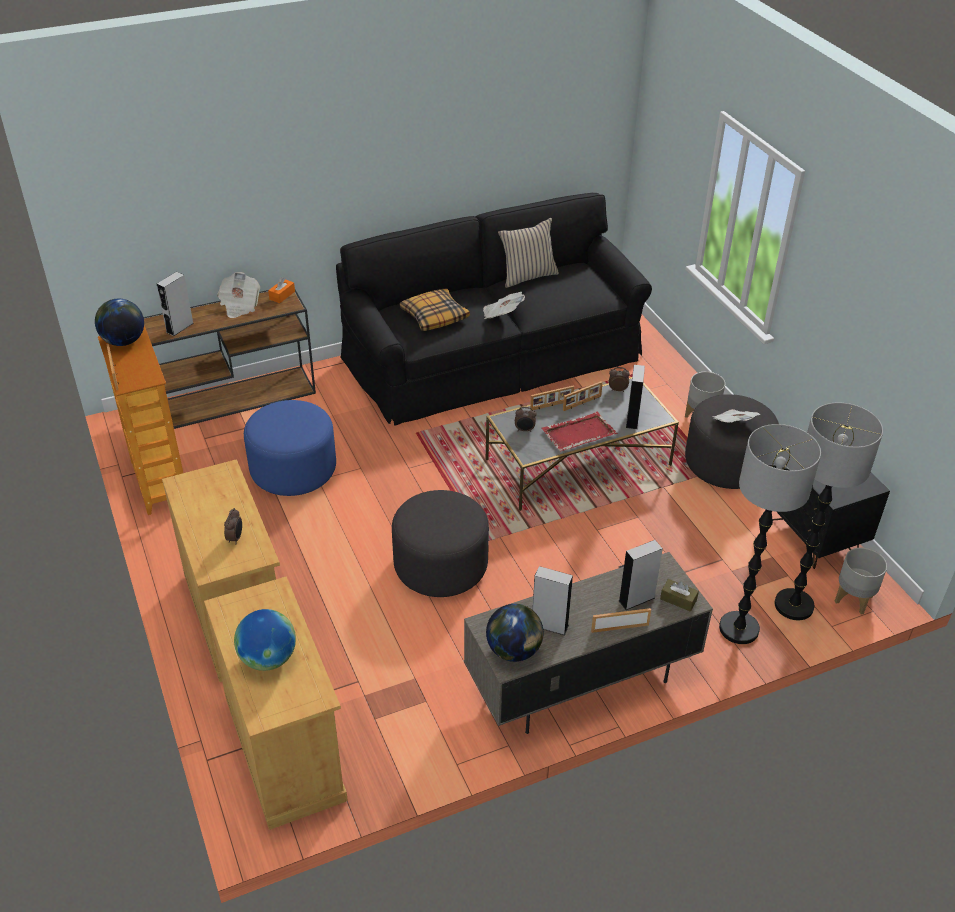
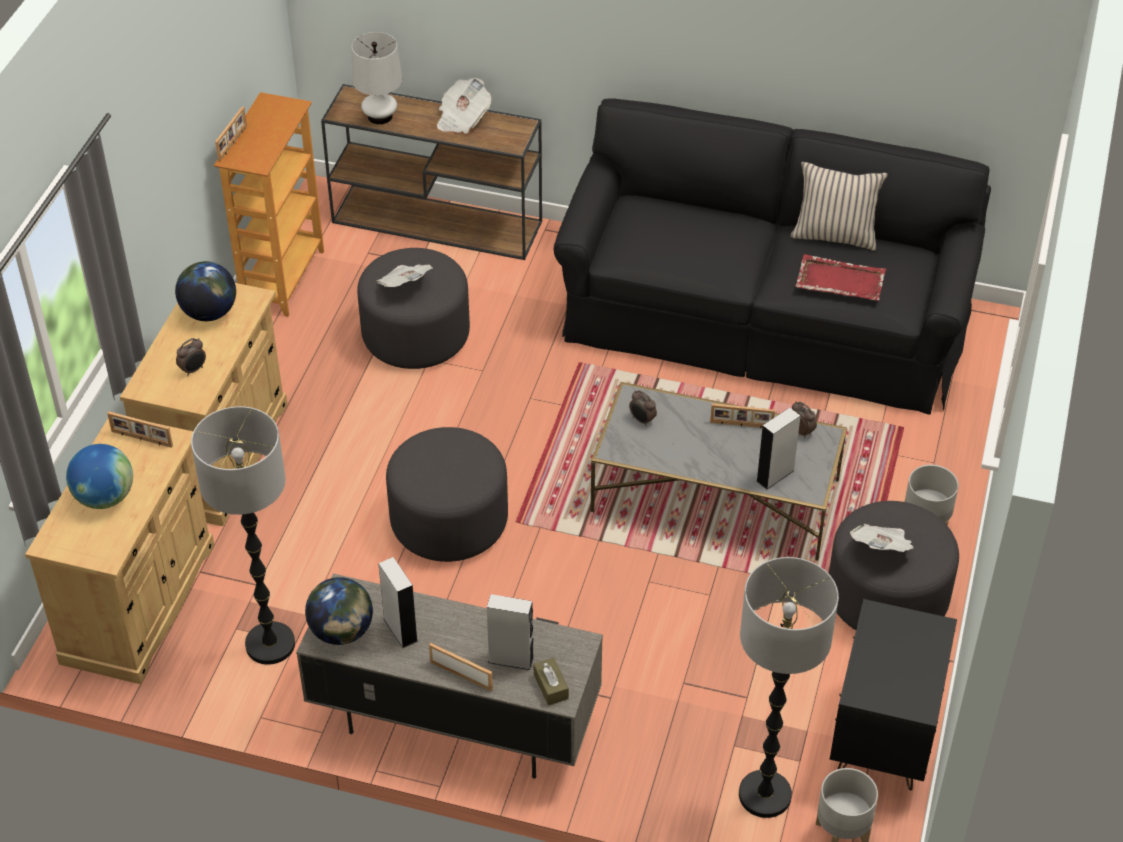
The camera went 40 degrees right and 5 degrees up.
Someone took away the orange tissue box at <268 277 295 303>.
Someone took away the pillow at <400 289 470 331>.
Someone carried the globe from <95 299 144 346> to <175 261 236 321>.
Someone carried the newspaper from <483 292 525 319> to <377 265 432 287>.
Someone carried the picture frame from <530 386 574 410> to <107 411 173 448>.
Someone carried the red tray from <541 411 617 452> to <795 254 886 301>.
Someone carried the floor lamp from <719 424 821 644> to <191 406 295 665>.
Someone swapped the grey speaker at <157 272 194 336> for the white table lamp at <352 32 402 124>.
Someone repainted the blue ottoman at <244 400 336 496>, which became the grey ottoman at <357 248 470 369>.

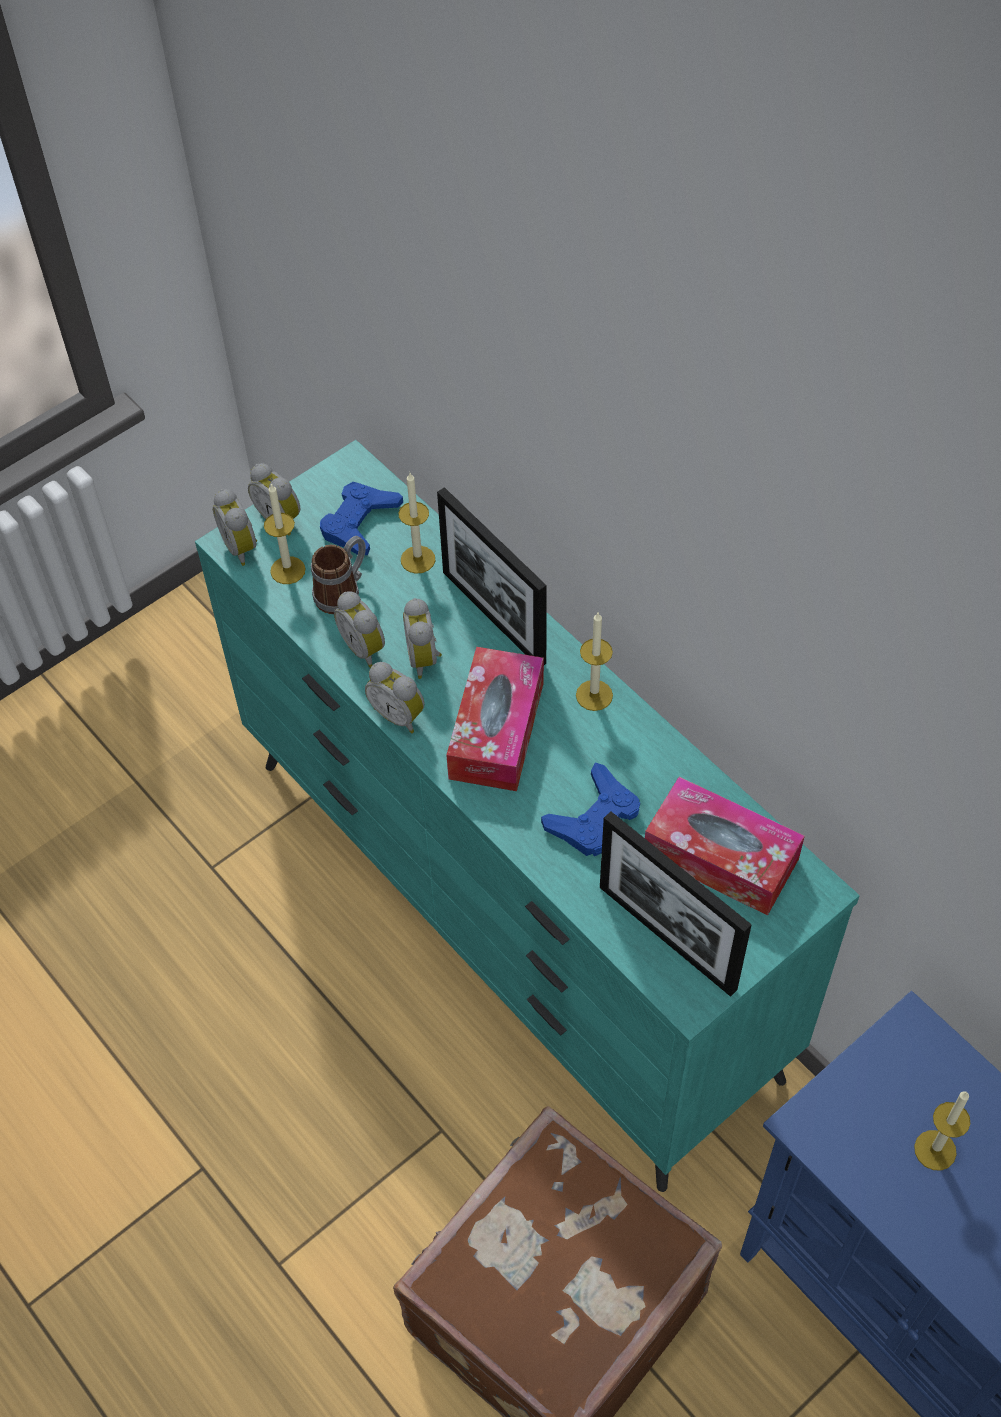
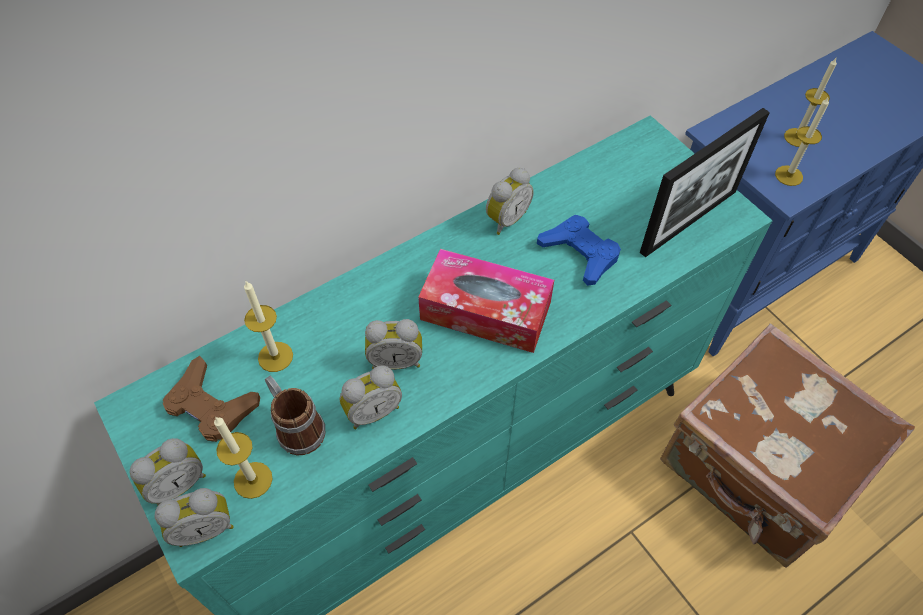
The camera went 85 degrees left and 0 degrees up.
Someone took away the picture frame at <437 487 547 665>.
Someone took away the tissue box at <645 777 805 916>.
Someone carried the alarm clock from <365 662 425 733> to <486 168 534 235>.
Someone carried the candle from <576 613 613 711> to <775 96 829 186>.
Someone repainted the blue game controller at <320 482 403 555>, which became the brown game controller at <163 356 260 442>.

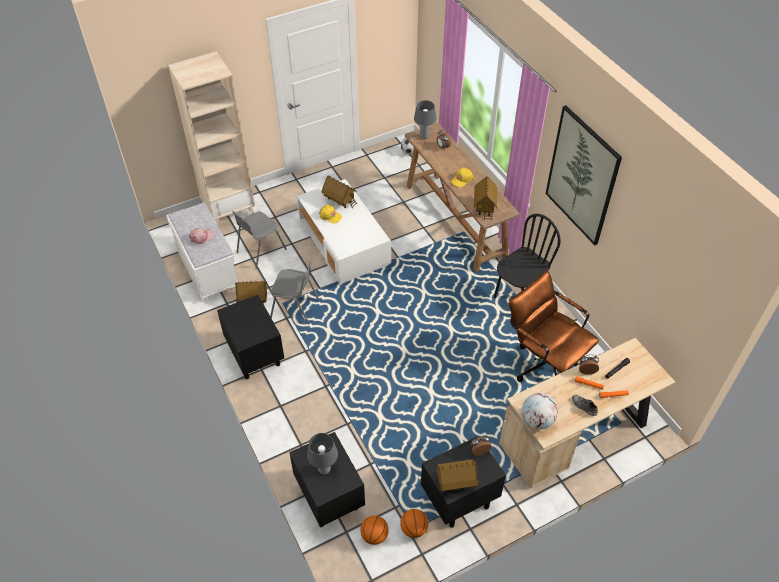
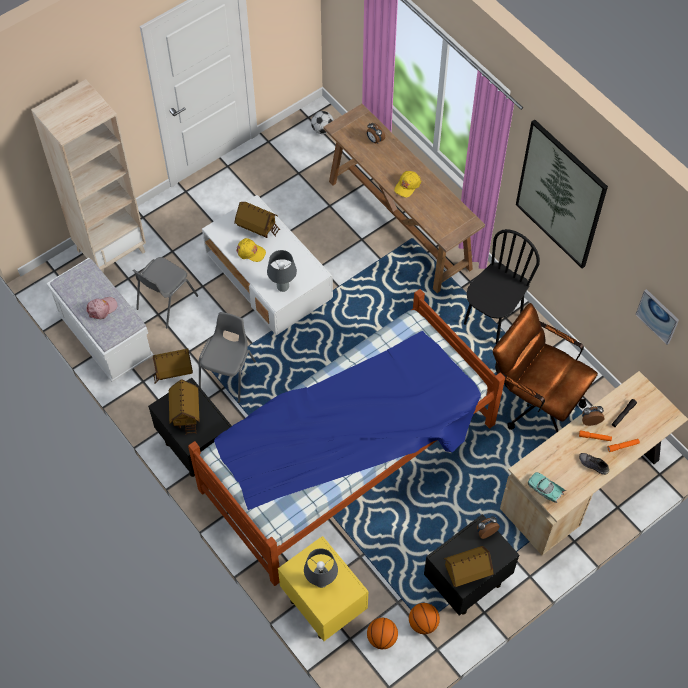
The camera went 10 degrees left and 10 degrees up.
Someone put down the bed at <188 289 505 586>.
Someone put up the picture at <635 289 679 345>.
Someone carried the grey table lamp from <414 100 436 139> to <267 250 297 292>.
Someone carried the toy house from <474 176 497 220> to <169 379 200 435>.
Someone swapped the globe at <522 393 558 429> for the turquoise toy car at <528 472 566 503>.
Someone repainted the black nightstand at <289 432 365 527>, which became the yellow nightstand at <278 536 368 641>.
Someone rotated the grey chair at <270 261 319 324> by 75 degrees counterclockwise.

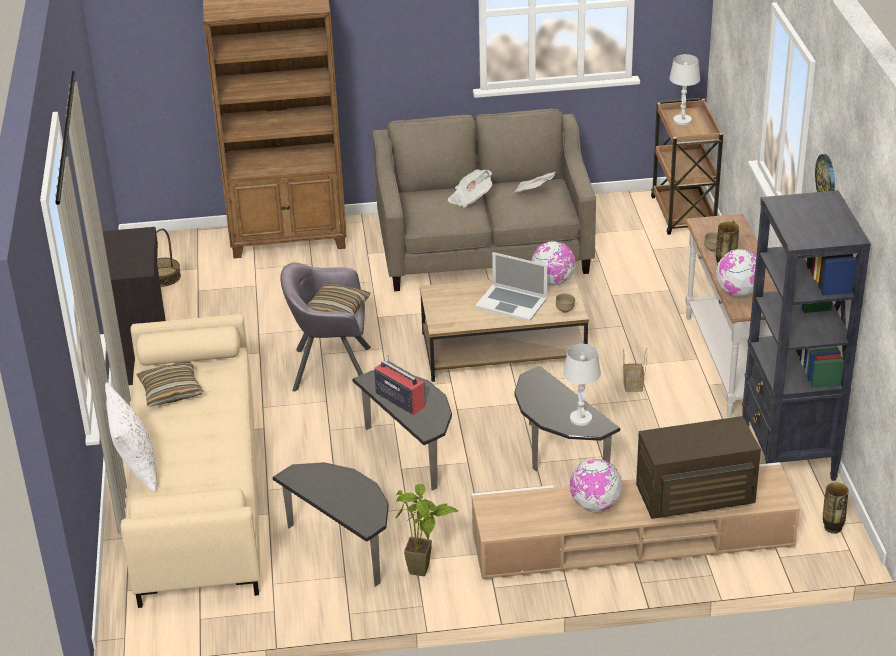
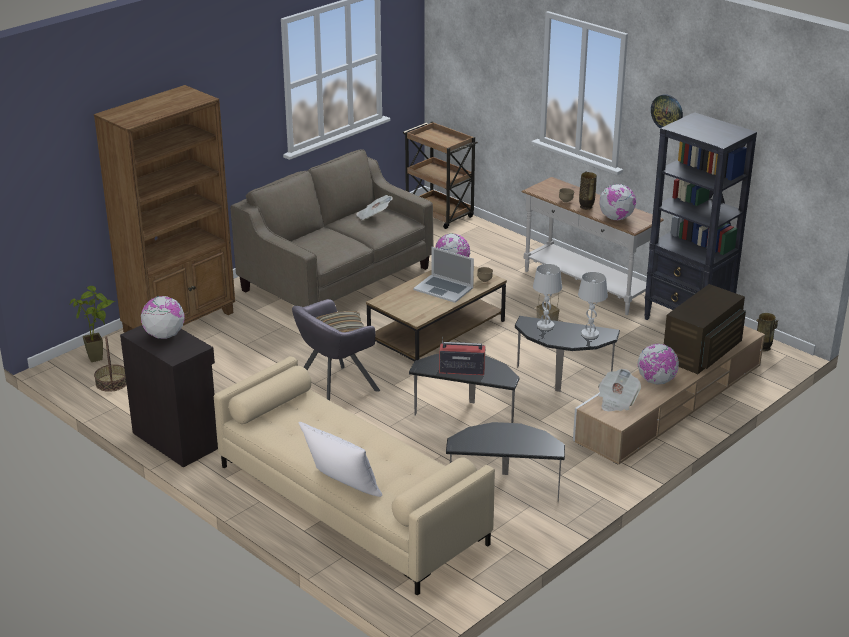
The camera went 40 degrees left and 5 degrees down.
Someone took away the pillow at <137 361 203 407>.
Someone put down the globe at <141 296 185 339>.
Someone carried the potted plant from <396 484 459 576> to <70 286 115 362>.
Someone carried the newspaper from <448 169 492 208> to <598 369 641 411>.
Someone carried the white table lamp from <670 54 700 125> to <533 264 562 330>.
Someone rotated the laptop at <475 252 547 321> by 45 degrees clockwise.

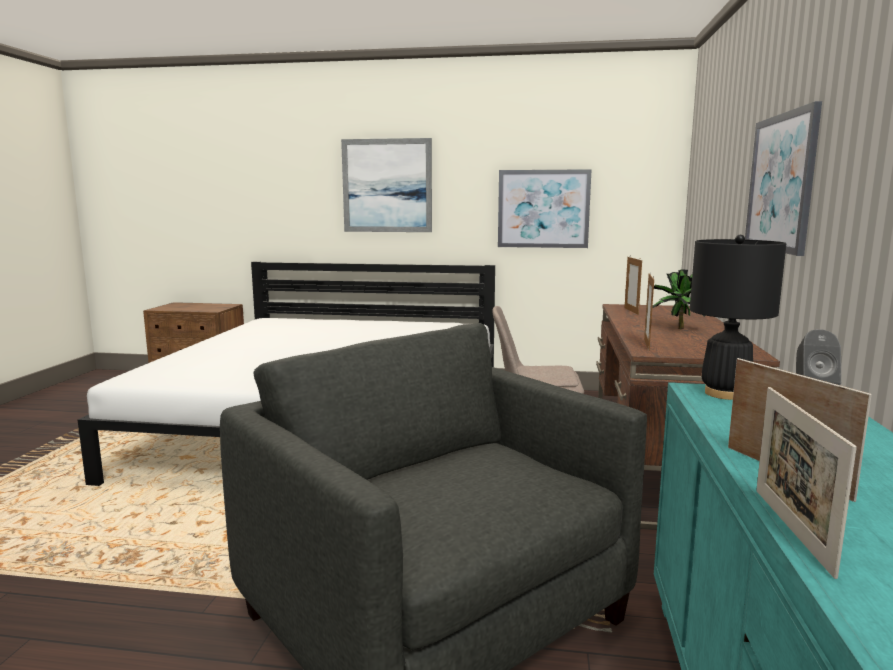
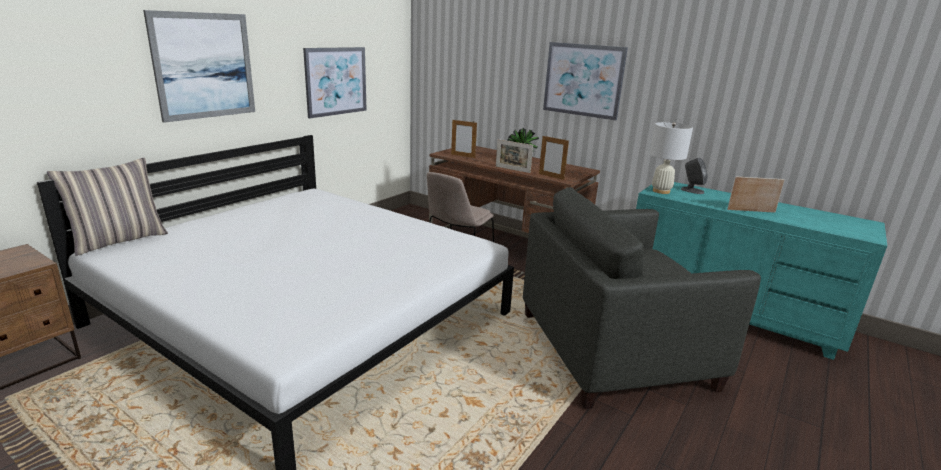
The camera went 65 degrees left and 10 degrees up.
Someone put down the pillow at <47 158 168 256>.
Someone carried the picture frame from <756 387 857 579> to <496 139 533 173>.
Someone repainted the black table lamp at <690 235 786 400>, which became the white table lamp at <650 122 693 194>.

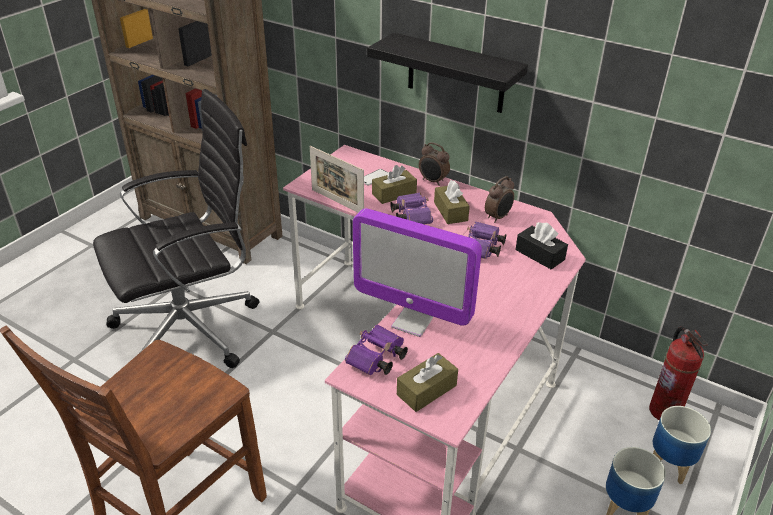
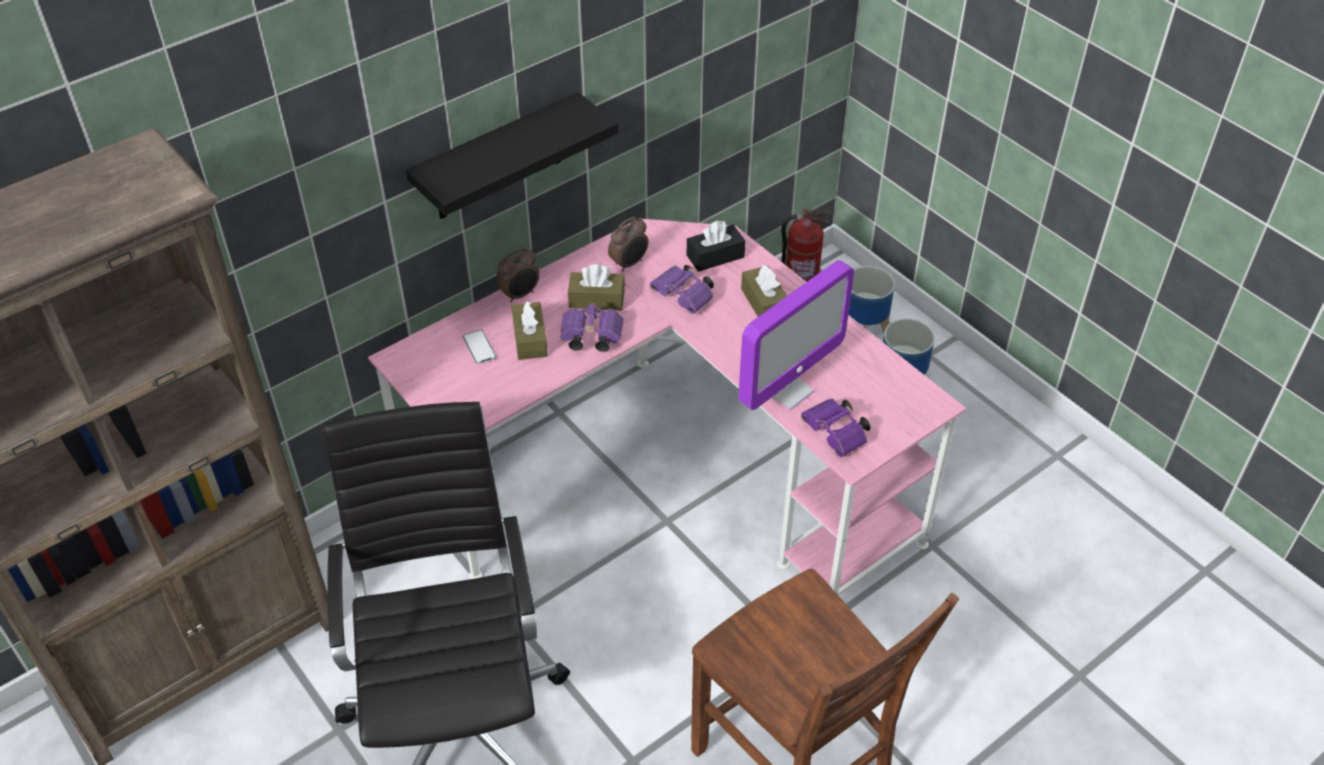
The camera went 70 degrees left and 10 degrees up.
Someone took away the picture frame at <310 146 364 213>.
Someone carried the brown tissue box from <397 353 458 412> to <741 265 787 317>.
Someone rotated the alarm clock at <485 176 514 223> by 75 degrees clockwise.

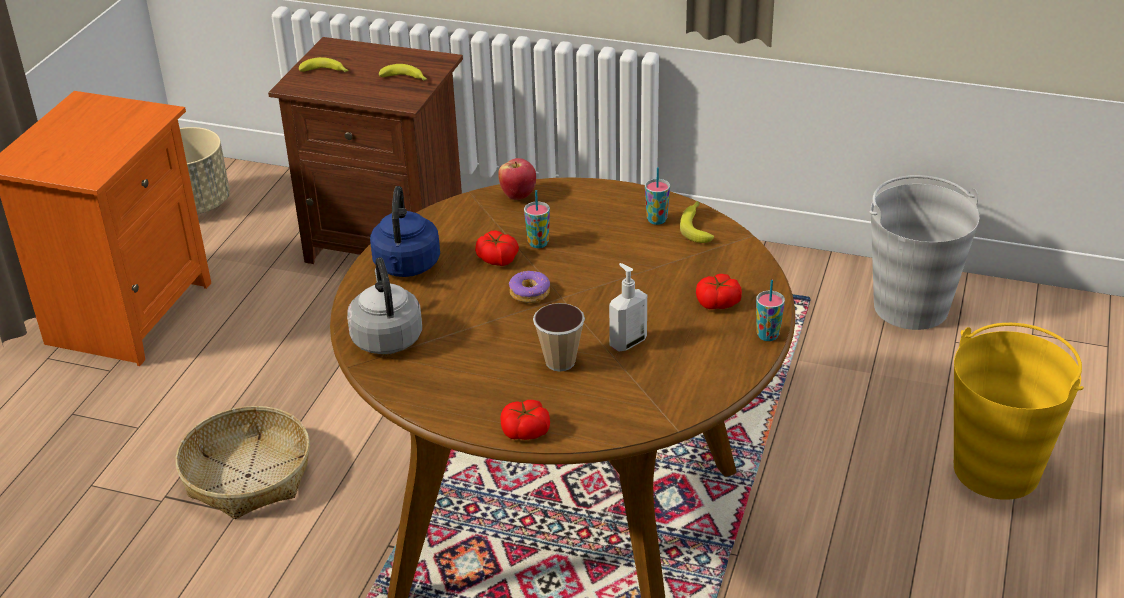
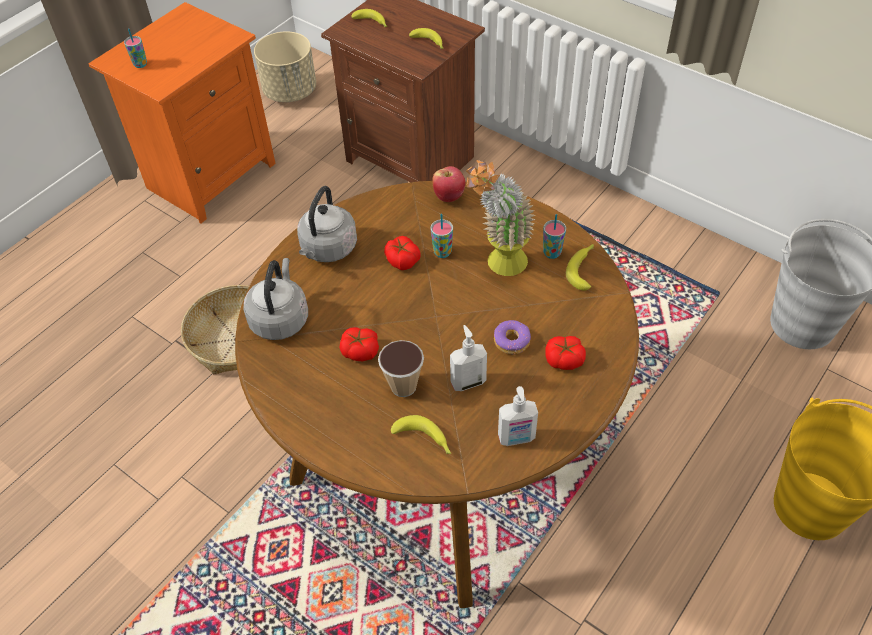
The camera went 20 degrees right and 15 degrees up.
Someone put down the banana at <391 415 452 454>.
Someone put down the potted plant at <466 160 536 276>.
Someone put down the soap dispenser at <498 386 538 446>.
Someone carried the tomato from <500 400 550 440> to <340 327 379 361>.
Someone carried the donut from <509 271 550 303> to <494 320 531 354>.
Someone carried the cup from <756 280 785 341> to <124 28 147 68>.
Someone repainted the blue kettle at <370 186 440 277>, which became the grey kettle at <297 186 357 262>.

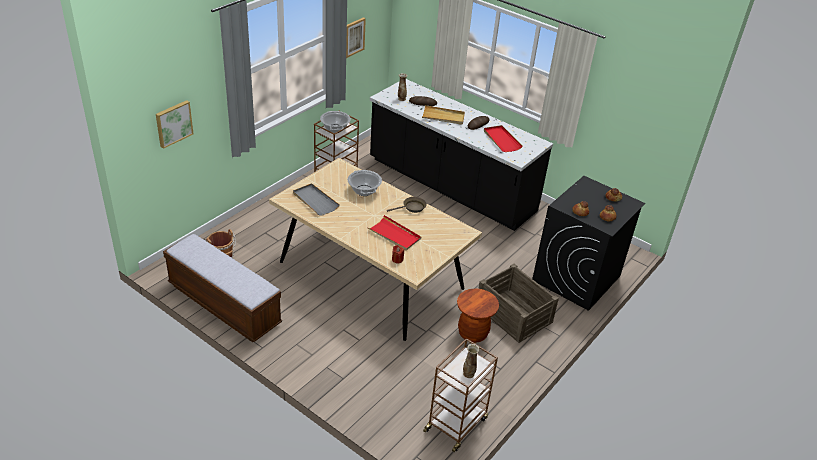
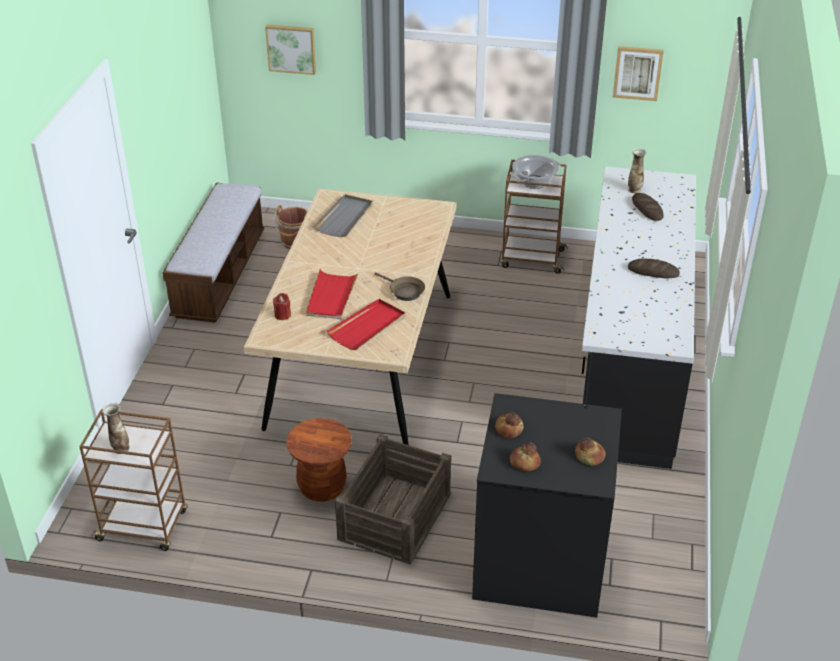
The camera went 65 degrees right and 0 degrees up.
Someone took away the cooking pot at <348 170 382 196>.
Someone took away the beige tray at <422 105 465 125>.
Someone carried the red tray from <484 125 523 152> to <327 299 405 350>.

